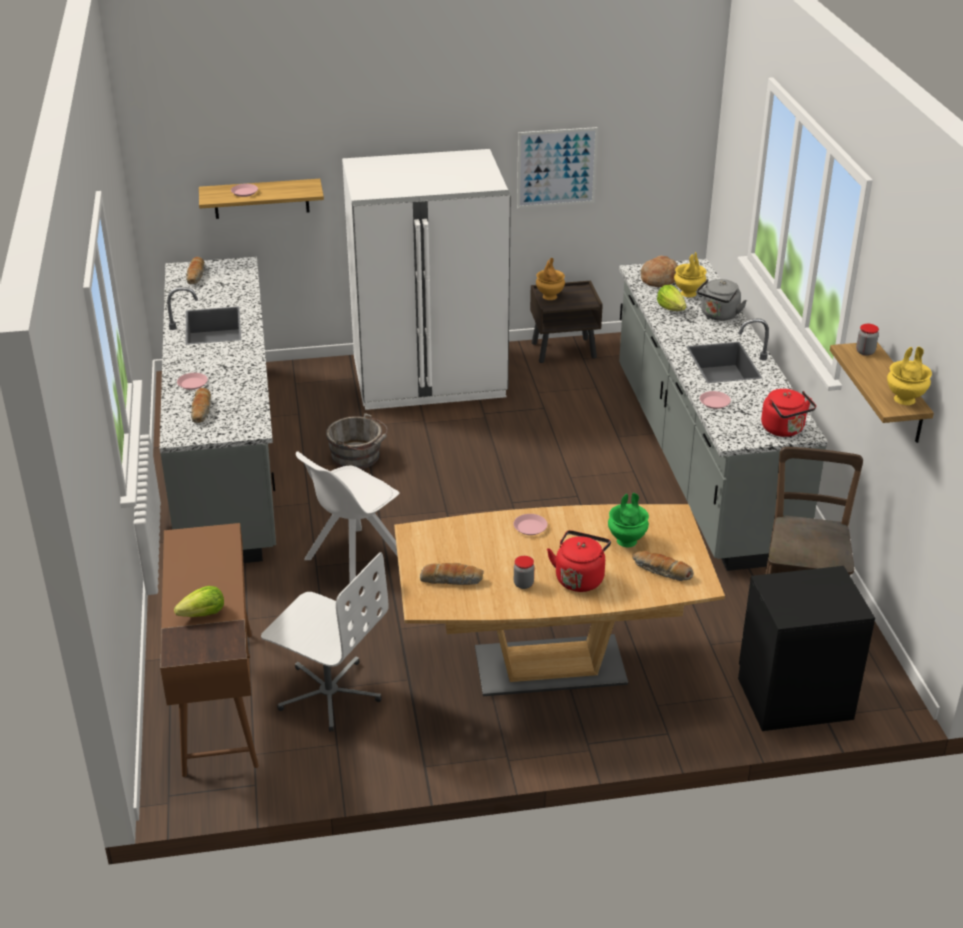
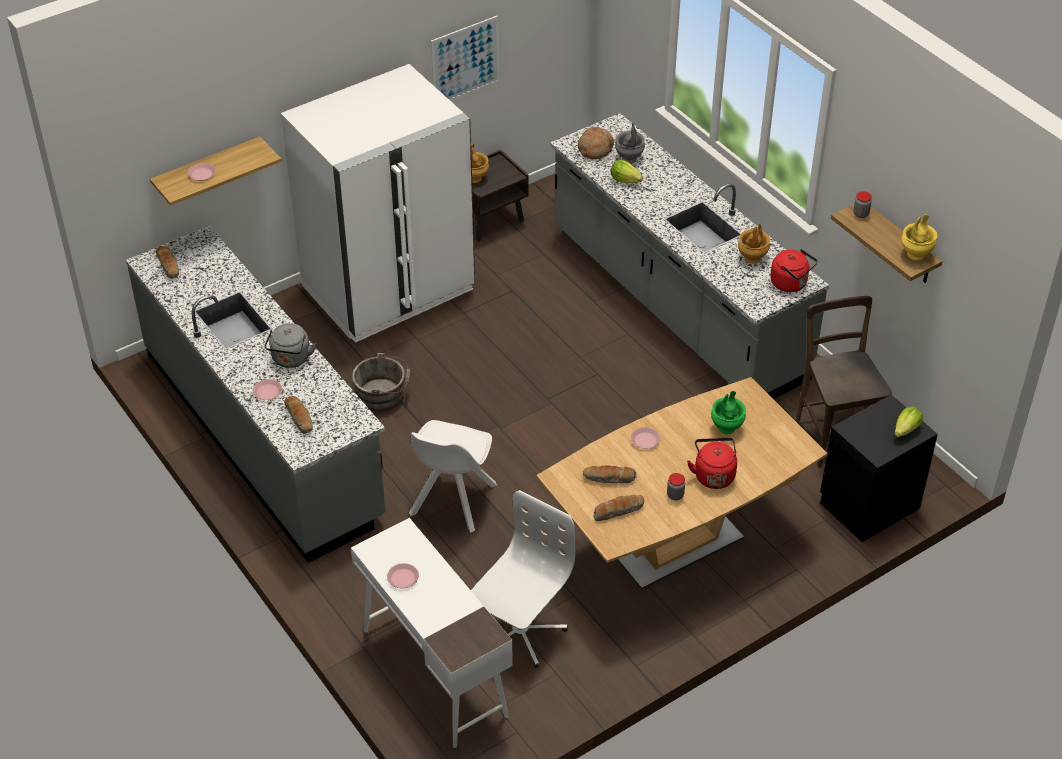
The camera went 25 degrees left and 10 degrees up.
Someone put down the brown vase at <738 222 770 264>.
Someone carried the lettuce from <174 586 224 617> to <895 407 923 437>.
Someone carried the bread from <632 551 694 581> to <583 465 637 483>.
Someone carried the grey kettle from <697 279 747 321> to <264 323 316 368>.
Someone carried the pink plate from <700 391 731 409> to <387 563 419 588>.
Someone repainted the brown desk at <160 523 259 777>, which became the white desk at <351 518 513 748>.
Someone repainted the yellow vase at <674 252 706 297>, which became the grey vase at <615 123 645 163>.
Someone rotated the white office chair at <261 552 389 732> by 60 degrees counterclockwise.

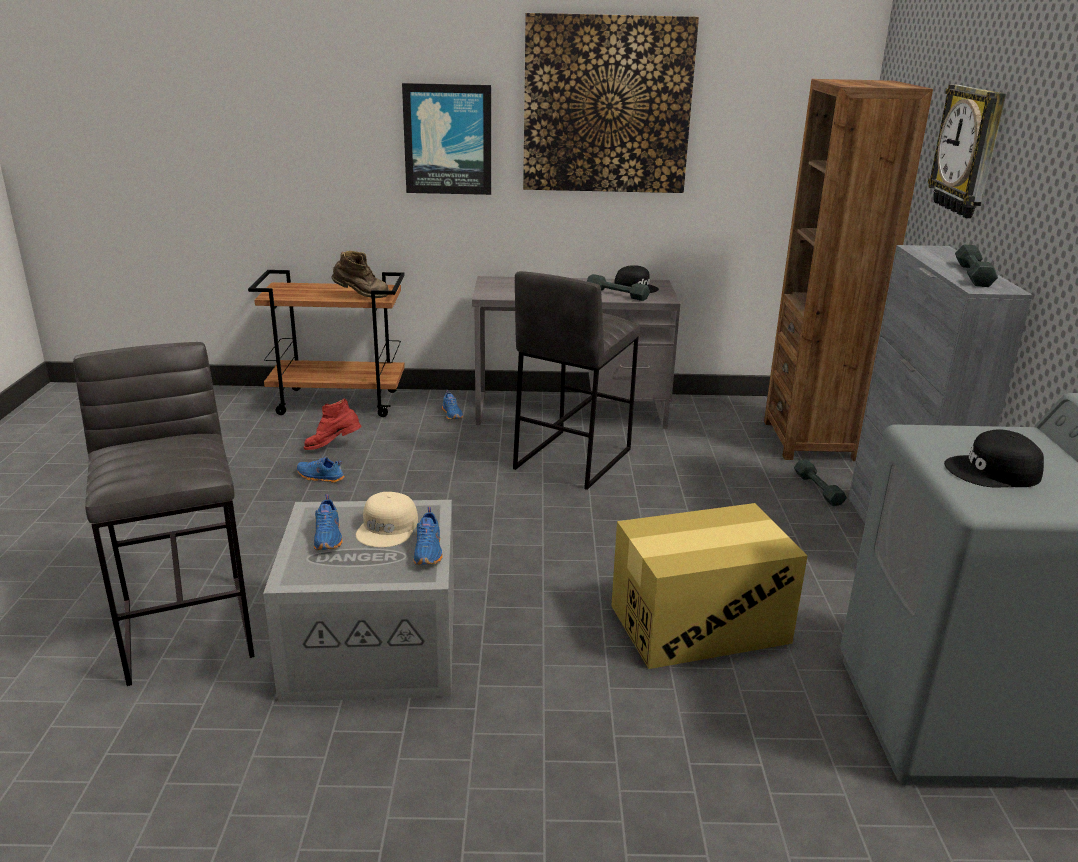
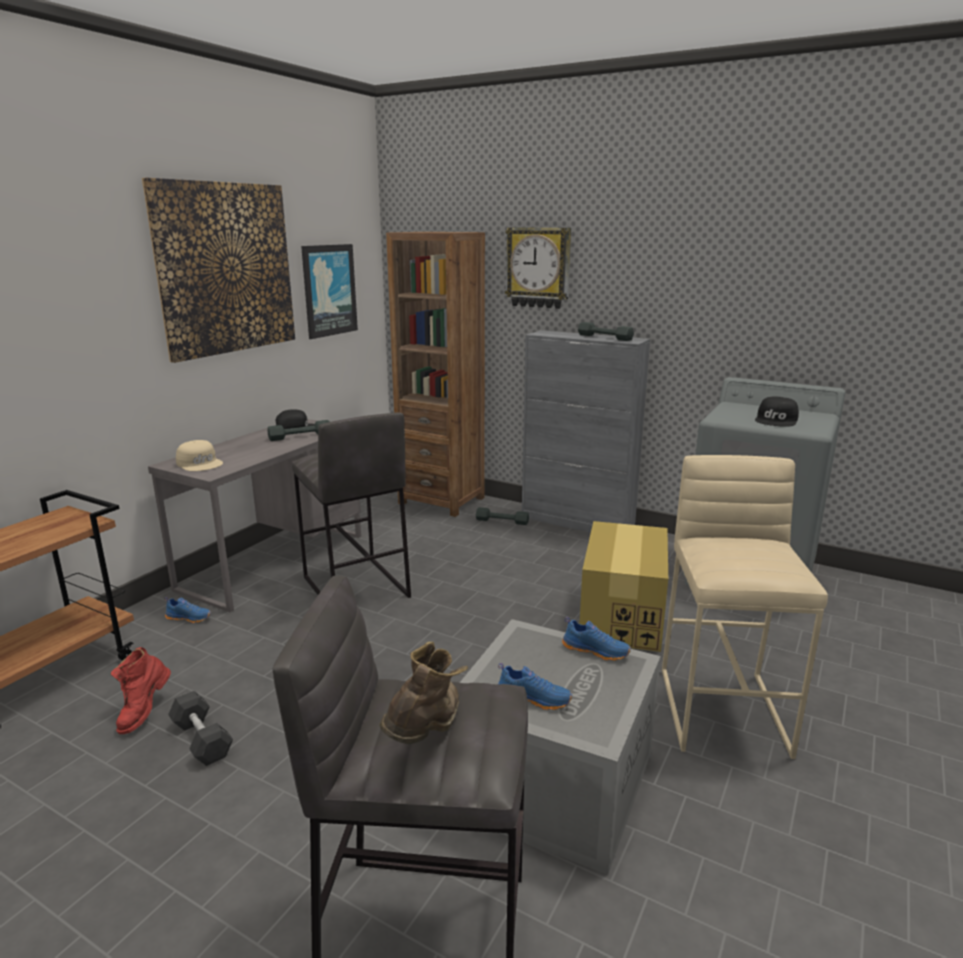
The camera went 60 degrees left and 5 degrees down.
Someone put down the beige stool at <662 455 828 759>.
Someone carried the brown boot from <332 251 389 298> to <379 642 468 744>.
Someone carried the beige cap from <356 492 418 547> to <176 440 223 471>.
Someone carried the picture from <402 83 491 195> to <301 244 358 339>.
Someone swapped the blue shoe at <297 456 345 483> for the grey dumbbell at <168 691 233 766>.

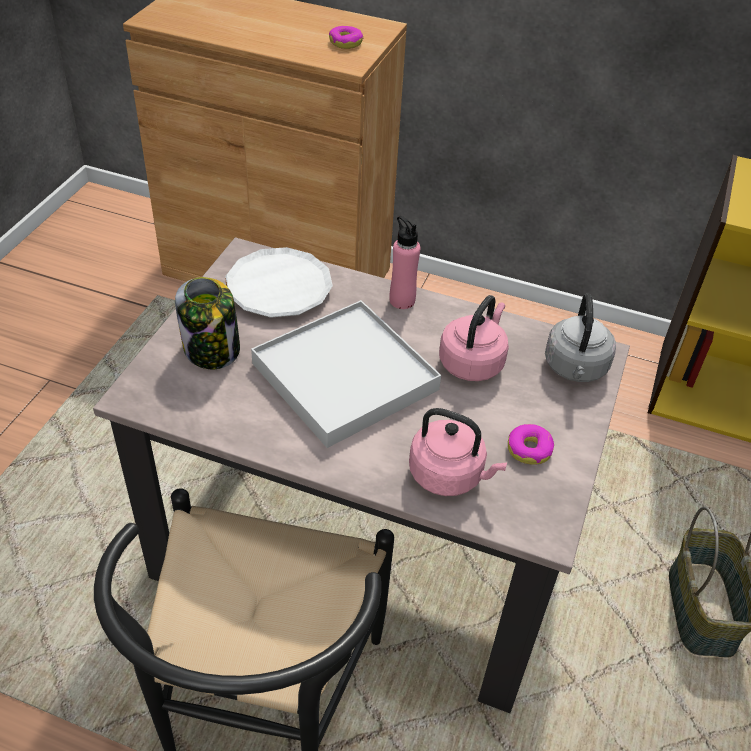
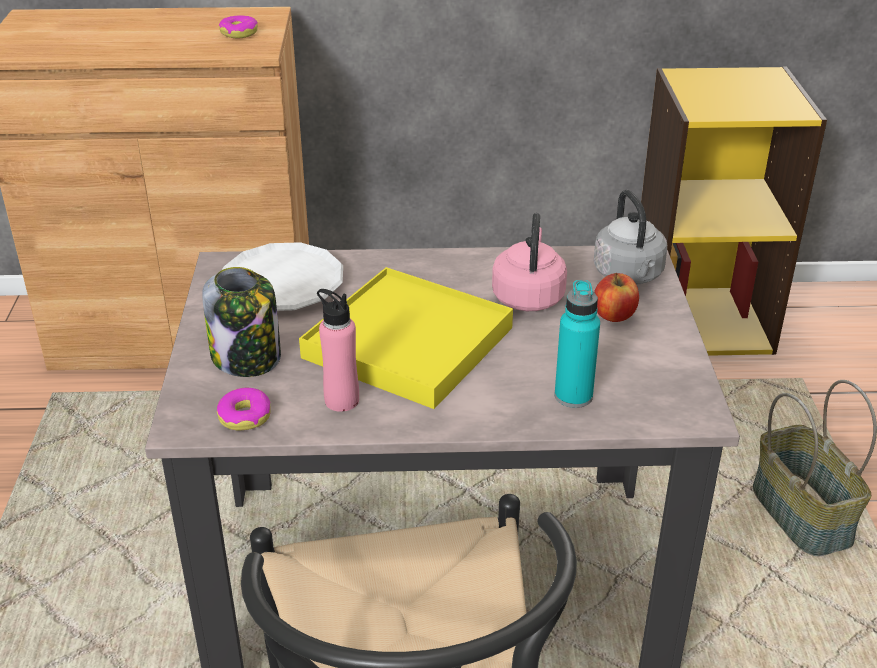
The camera went 20 degrees left and 10 degrees down.
Someone put down the apple at <594 273 639 322>.
Someone carried the pink bottle from <389 216 420 309> to <317 289 359 412>.
Someone carried the donut from <508 424 554 465> to <217 388 271 430>.
Someone swapped the pink kettle at <409 408 507 496> for the turquoise bottle at <555 280 600 408>.
Someone repainted the white tray at <251 300 441 448>, which became the yellow tray at <299 267 513 409>.

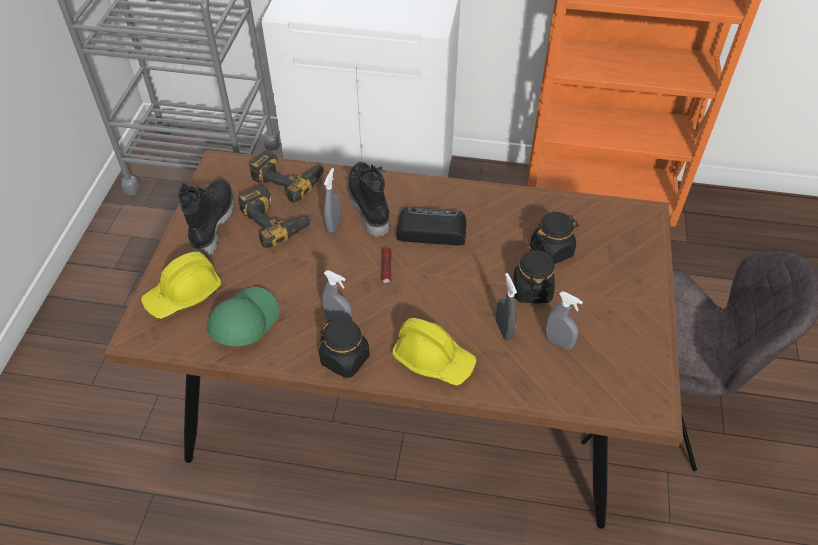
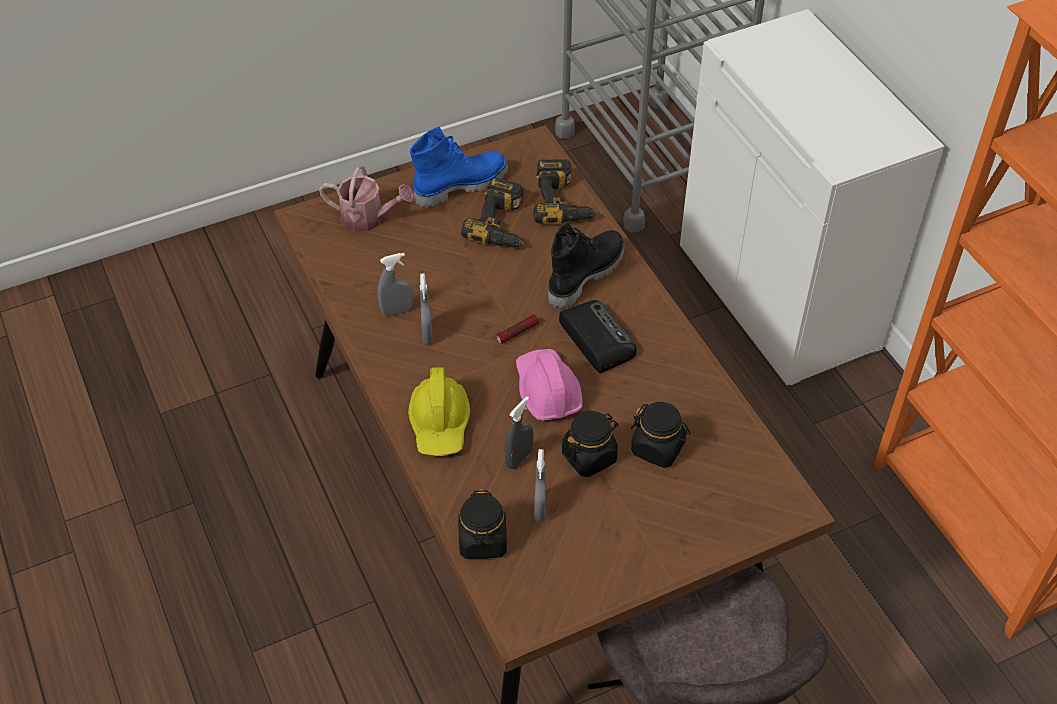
The camera went 55 degrees right and 0 degrees up.
Someone took away the green cap at <207 287 280 346>.
Someone put down the pink hard hat at <516 349 583 420>.
Someone carried the black jar from <319 319 370 378> to <458 490 507 559>.
Someone carried the grey spray bottle from <324 168 341 233> to <378 253 413 317>.
Someone swapped the yellow hard hat at <141 252 221 319> for the watering can at <319 166 414 232>.
Someone repainted the black boot at <178 179 234 257>, which became the blue boot at <410 126 508 208>.

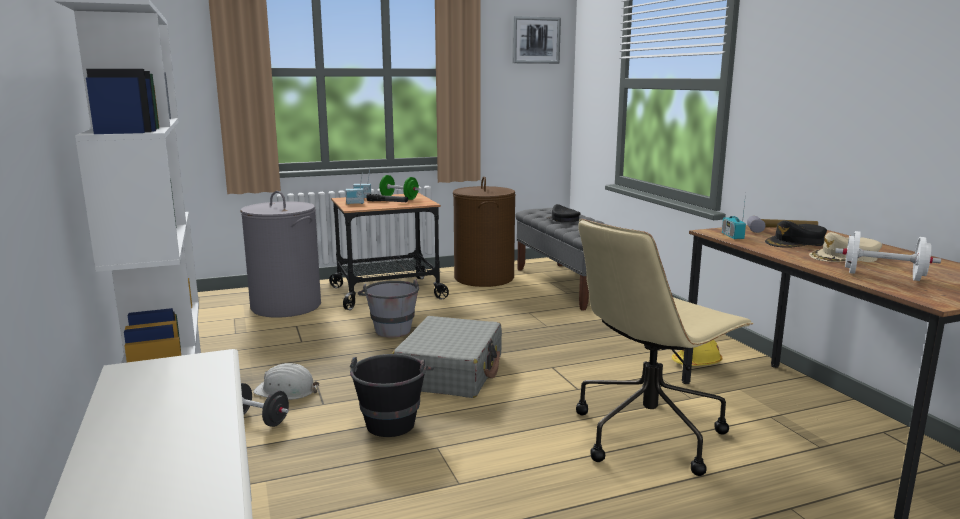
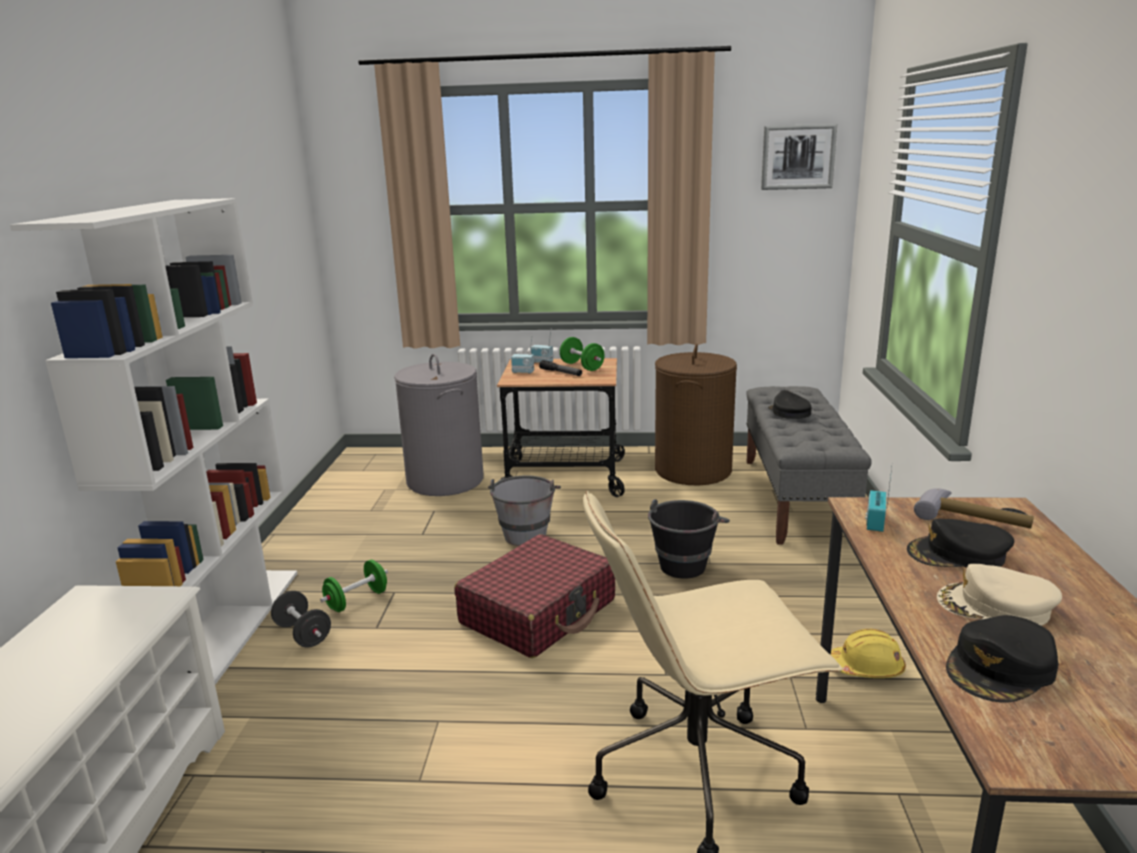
The camera went 25 degrees right and 5 degrees up.
Someone carried the black bucket from <350 354 434 437> to <648 499 730 578>.
Someone swapped the white hard hat at <253 363 319 400> for the green dumbbell at <320 560 388 612>.
Someone swapped the white dumbbell at <835 231 941 281> for the black cap at <946 615 1059 702>.
Someone repainted the grey suitcase at <392 316 502 398>, which became the red suitcase at <455 534 615 658>.

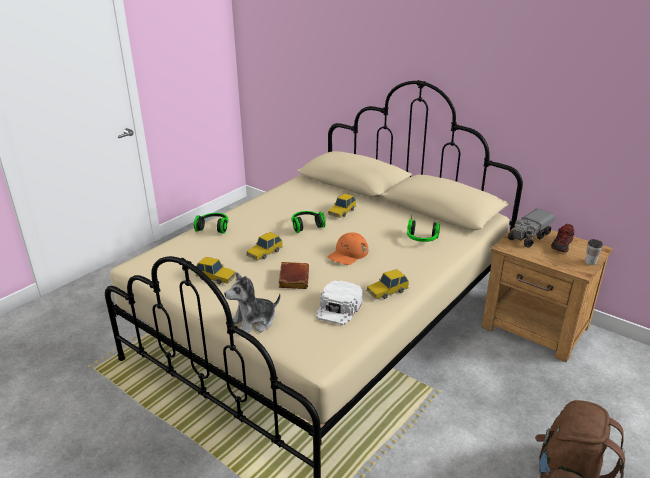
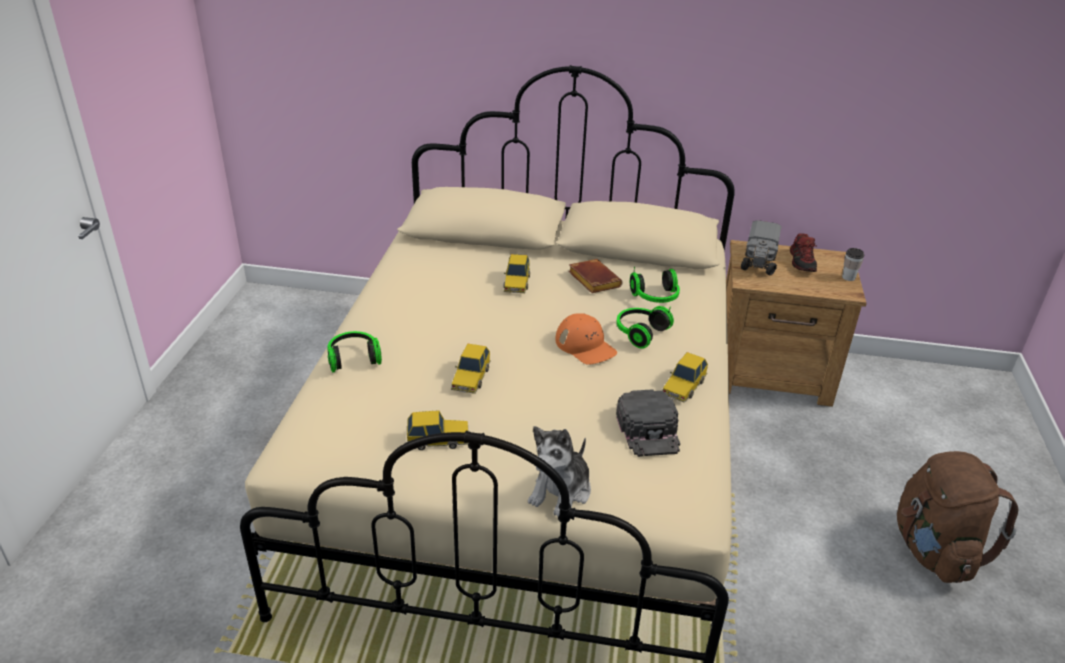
The camera went 30 degrees left and 5 degrees up.
Someone carried the brown book from <279 262 309 289> to <568 259 623 293>.
Someone carried the headphones from <292 211 326 233> to <616 306 674 349>.
Someone repainted the white cap at <316 280 363 325>, which became the black cap at <616 389 680 457>.
Someone rotated the orange cap at <328 232 368 265> by 45 degrees counterclockwise.

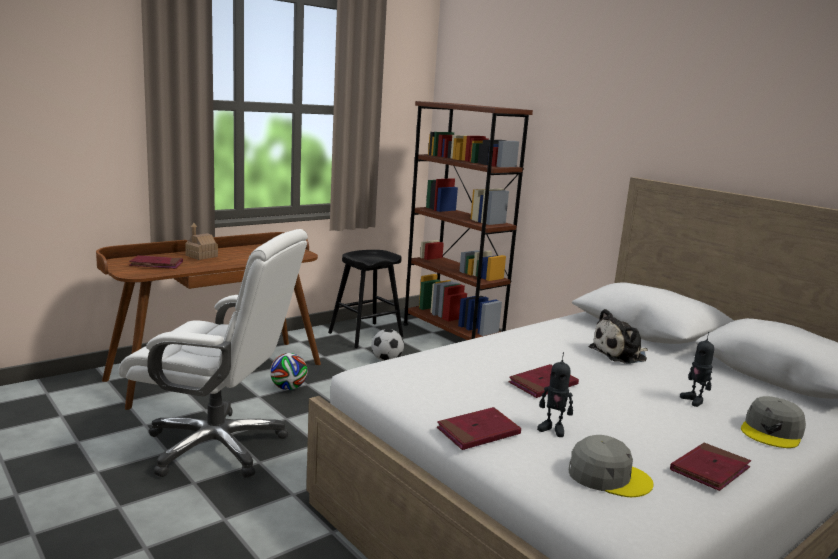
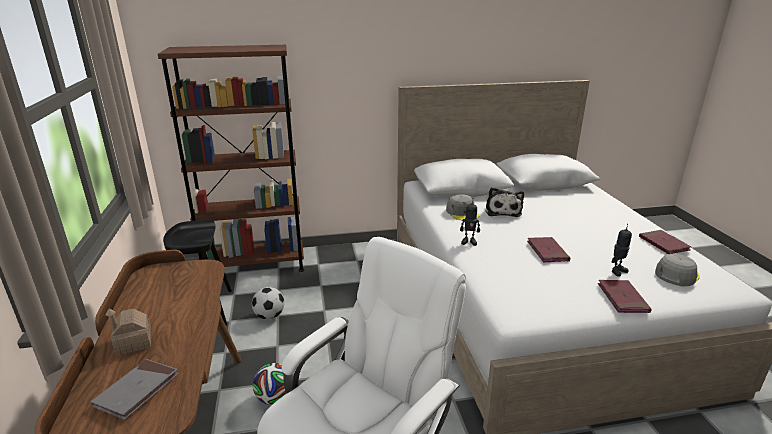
The camera went 60 degrees left and 10 degrees up.
Someone carried the toy robot from <680 332 714 407> to <460 198 480 246>.
Someone carried the grey cap from <741 396 806 448> to <446 194 480 220>.
Someone repainted the red book at <129 255 183 269>, which became the grey book at <90 359 179 420>.

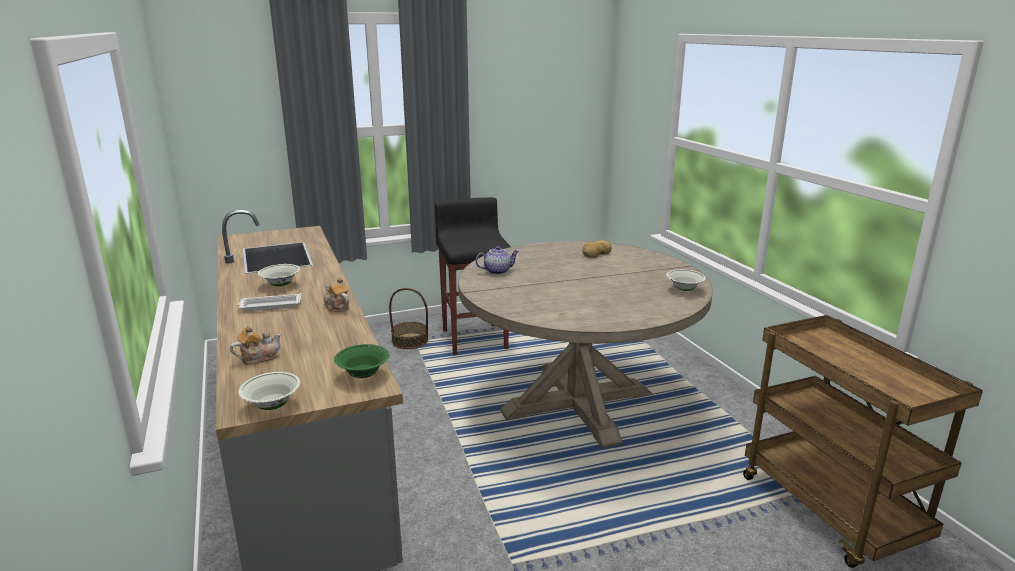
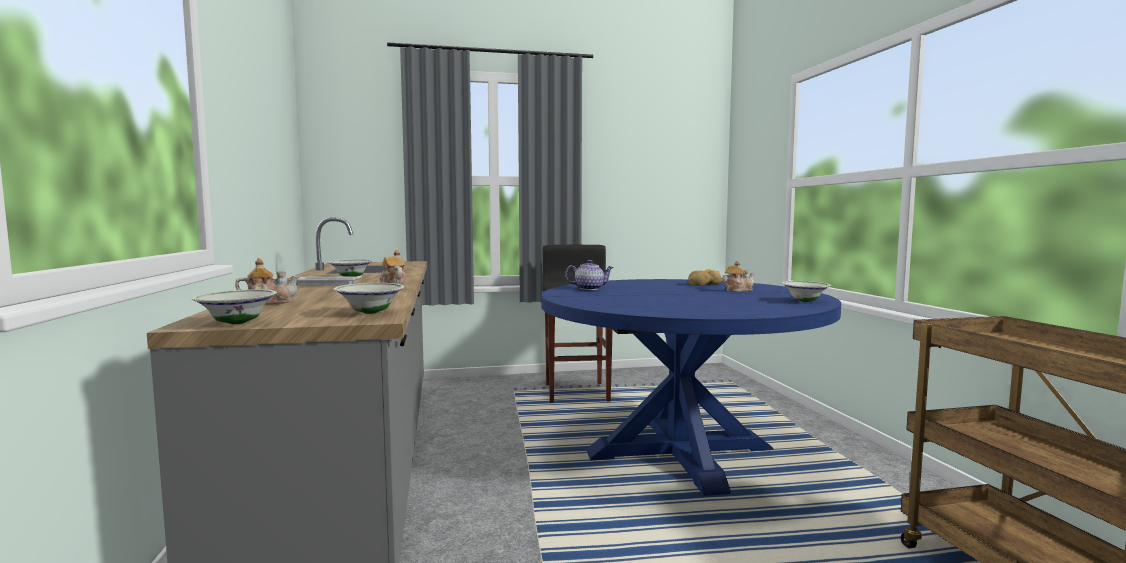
The camera went 10 degrees right and 15 degrees down.
Someone took away the basket at <389 288 429 349>.
Someone put down the teapot at <722 261 755 292>.
Someone repainted the green bowl at <334 344 389 378>, which became the white bowl at <333 283 405 314>.
Someone repainted the beige dining table at <458 241 713 448>, which became the blue dining table at <541 279 841 496>.

